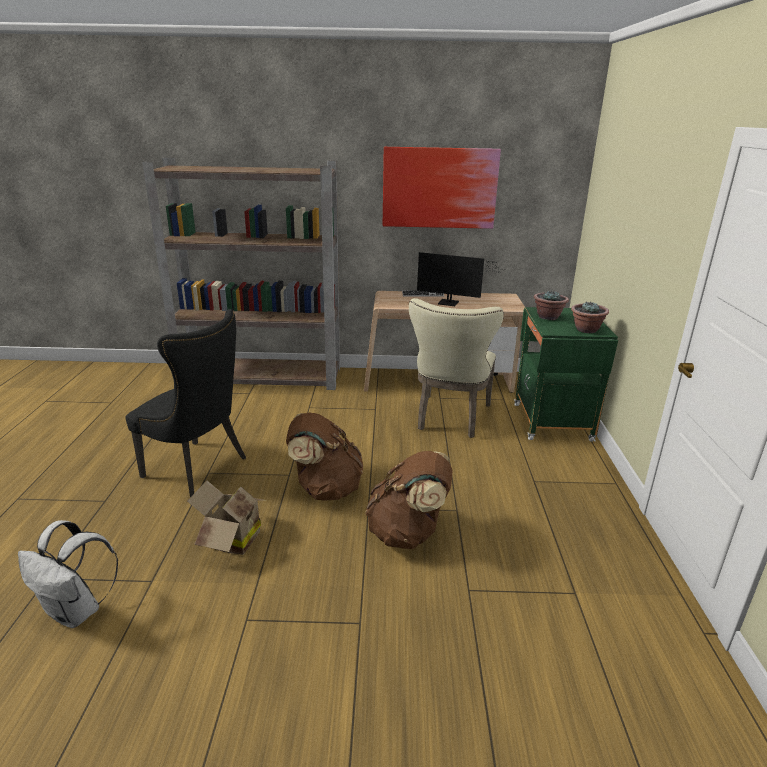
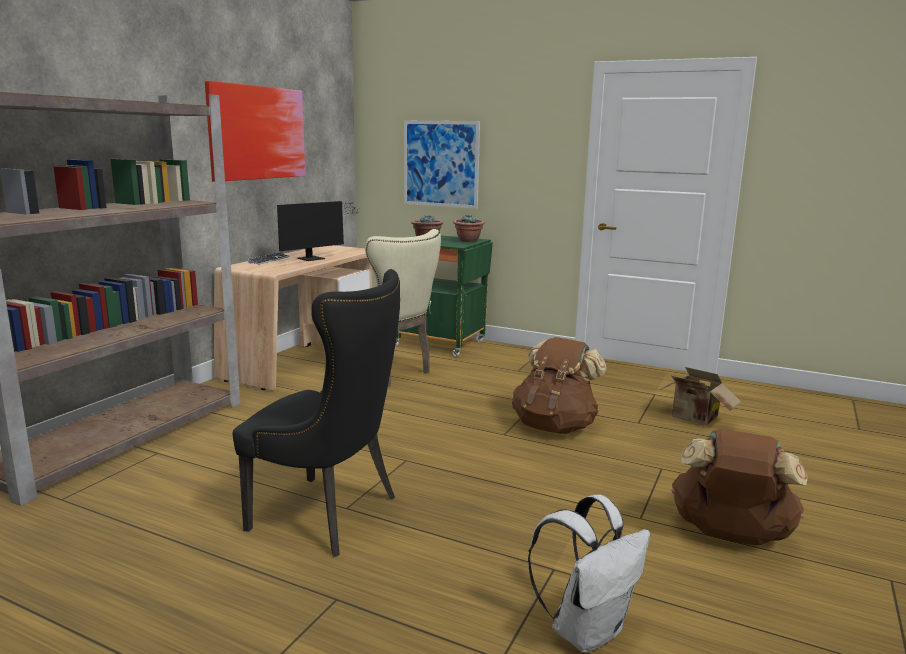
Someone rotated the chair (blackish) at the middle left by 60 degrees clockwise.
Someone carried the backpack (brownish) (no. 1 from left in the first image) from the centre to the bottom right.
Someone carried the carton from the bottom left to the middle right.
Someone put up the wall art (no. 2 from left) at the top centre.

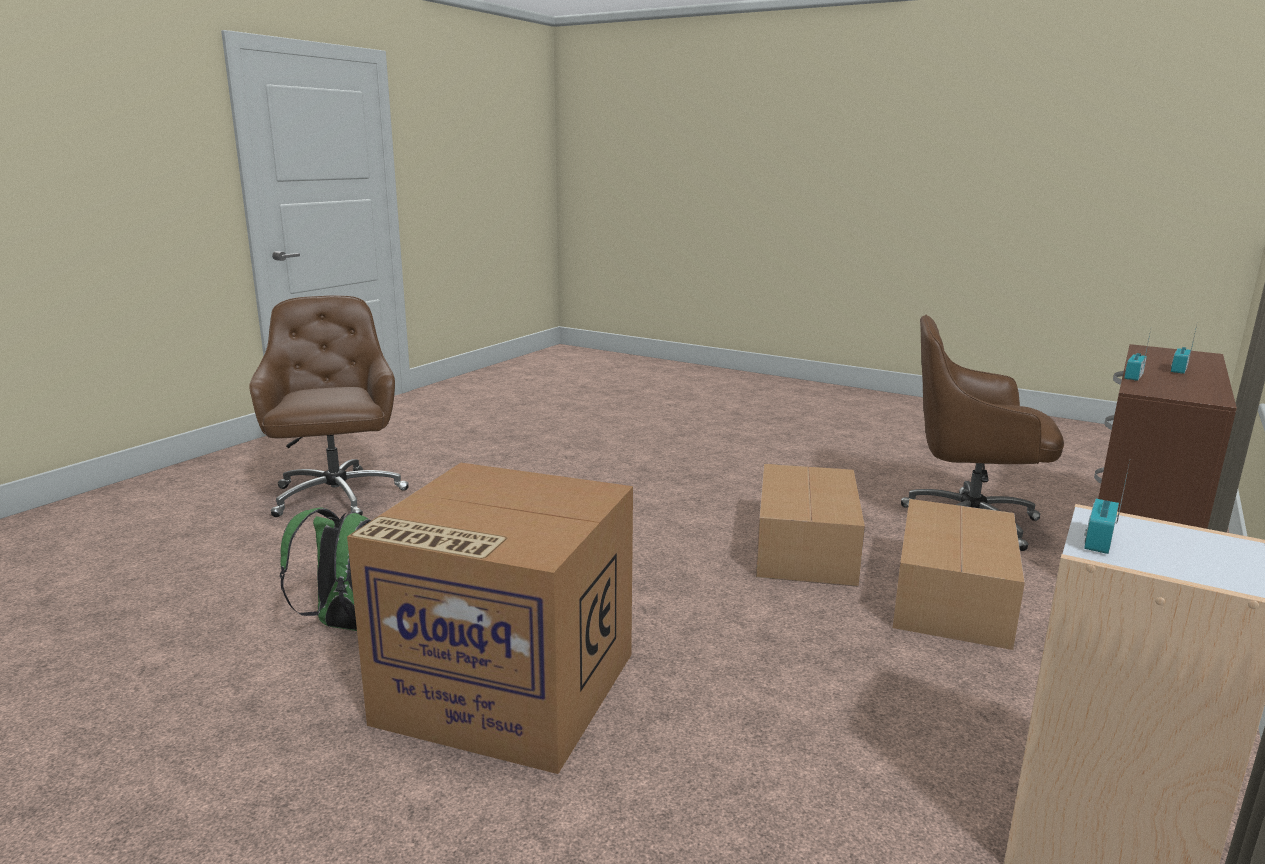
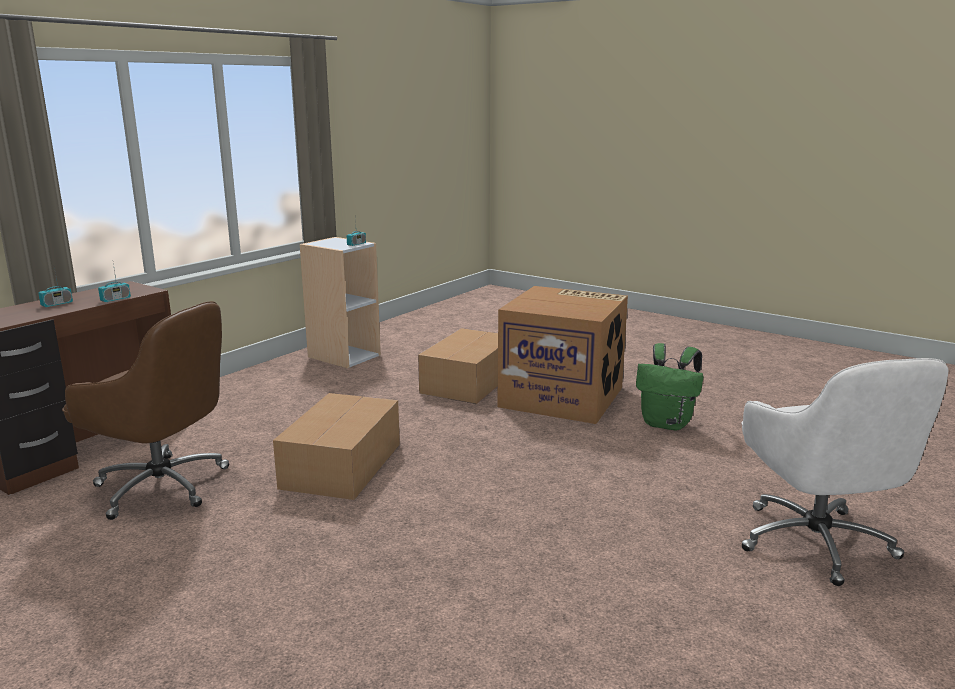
Someone repainted the office chair (brownish) (no. 1 from left) at the middle left, which became the office chair (whitish) at the bottom right.
Someone carried the carton (no. 3 from left in the first image) from the middle right to the centre.

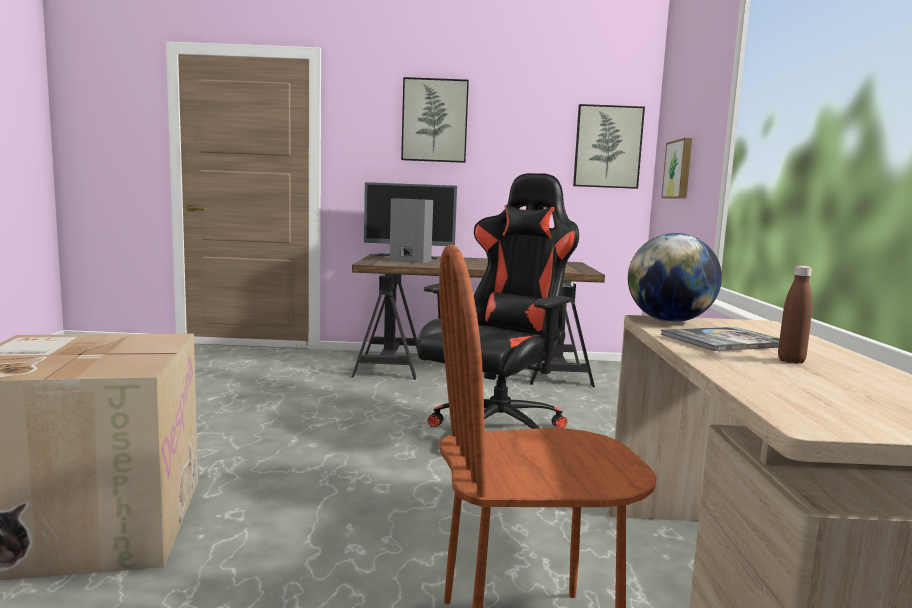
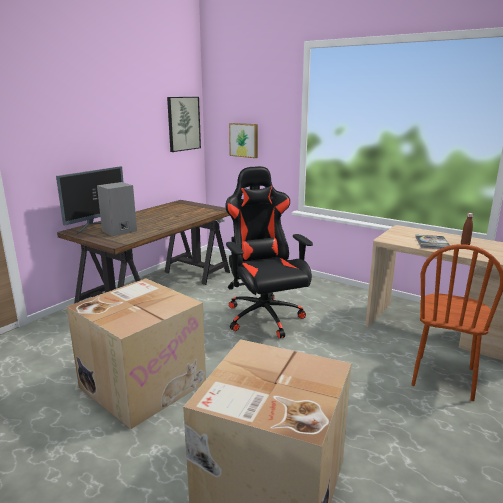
Someone took away the wall art (no. 1 from left) at the top centre.
Someone took away the world globe at the middle right.
Someone put down the carton (no. 1 from left) at the bottom left.

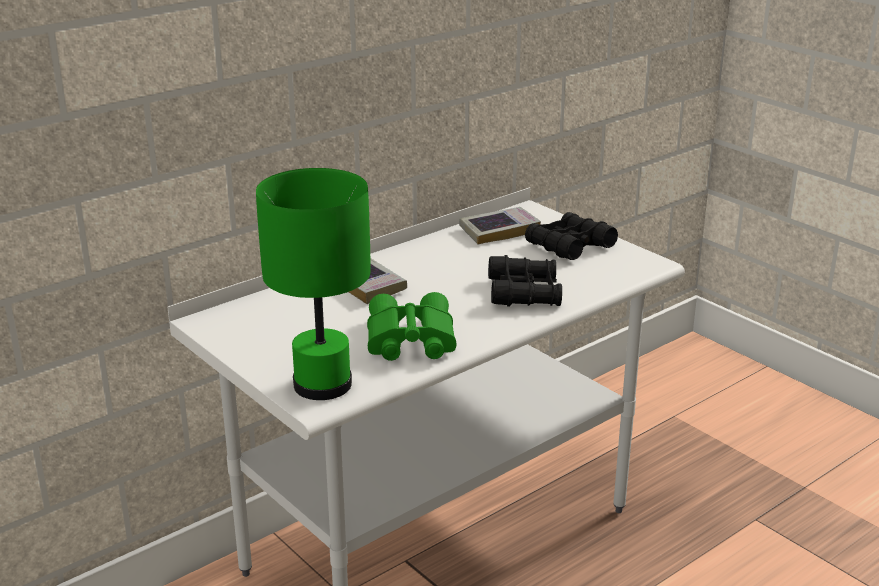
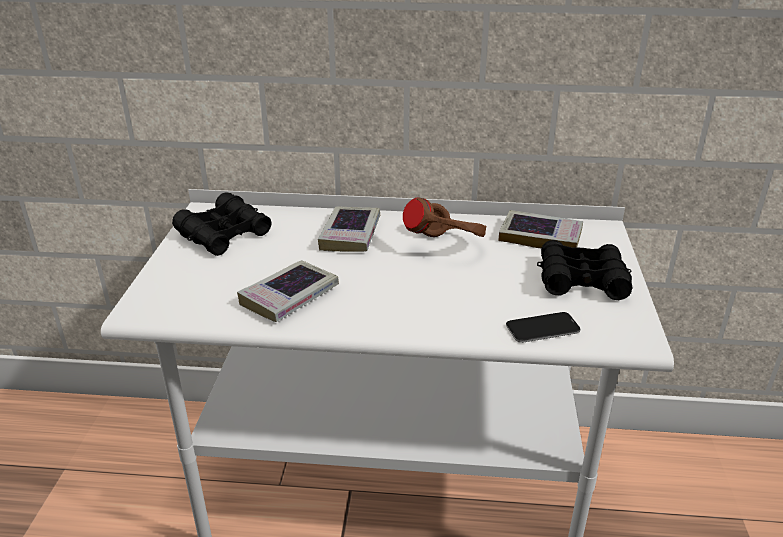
Someone took away the table lamp (greenish) at the centre.
Someone carried the binoculars (blackish) (no. 1 from left) from the centre to the middle left.
Someone swapped the binoculars (greenish) at the centre for the volume (no. 1 from left) at the centre.
Someone put down the pair of headphones (brownish) at the centre.
Someone put down the telephone at the middle right.

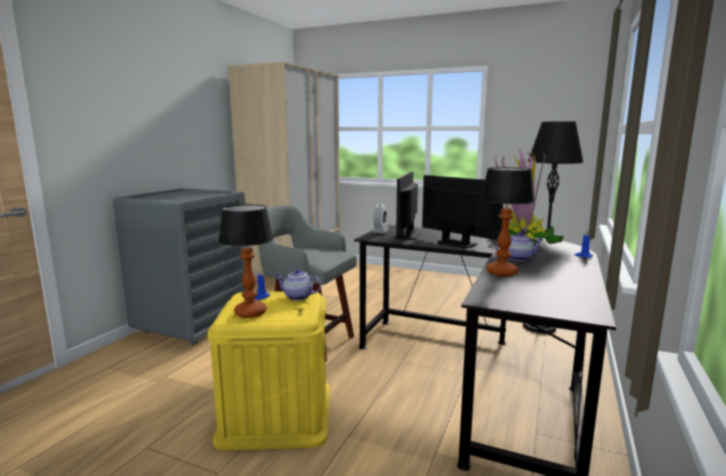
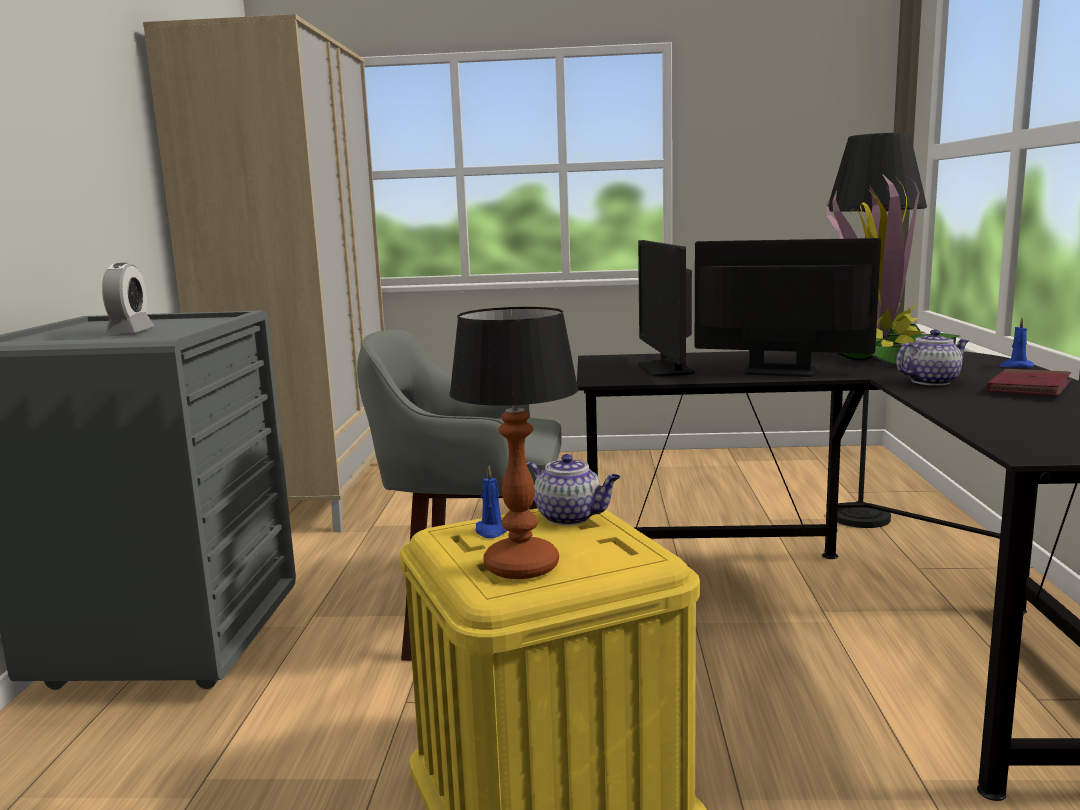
Someone took away the table lamp (no. 2 from left) at the middle right.
Someone carried the bedside clock from the centre to the middle left.
Someone rotated the tea pot (no. 1 from left) at the centre by 150 degrees counterclockwise.
Someone put down the volume (red) at the middle right.

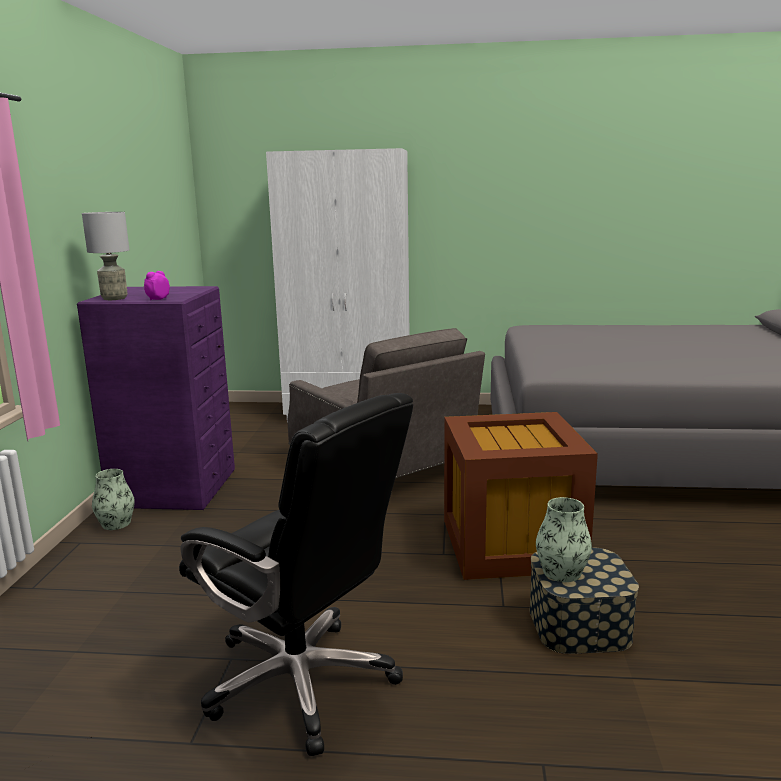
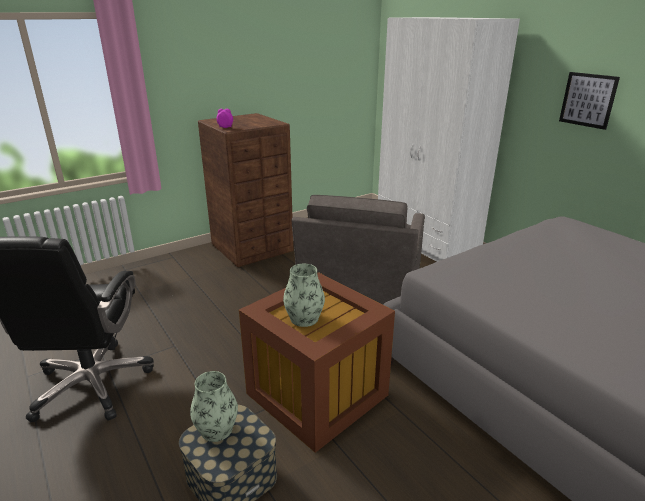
Someone took away the table lamp (grey) at the top left.
Someone repainted the chest of drawers (purplish) at the middle left, which became the chest of drawers (brownish) at the centre.
Someone carried the decorative vase (no. 1 from left in the first image) from the middle left to the centre.
Someone put up the wall art at the top right.

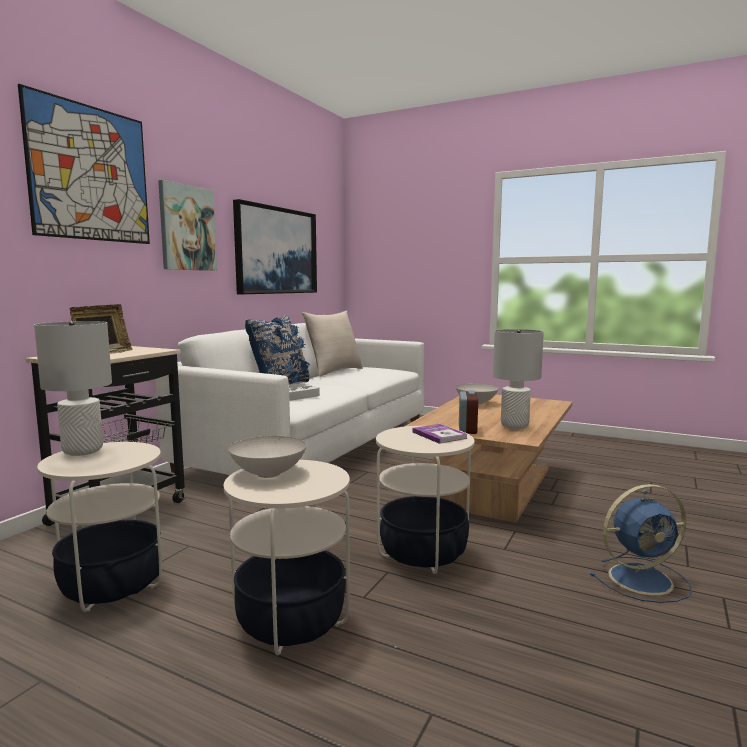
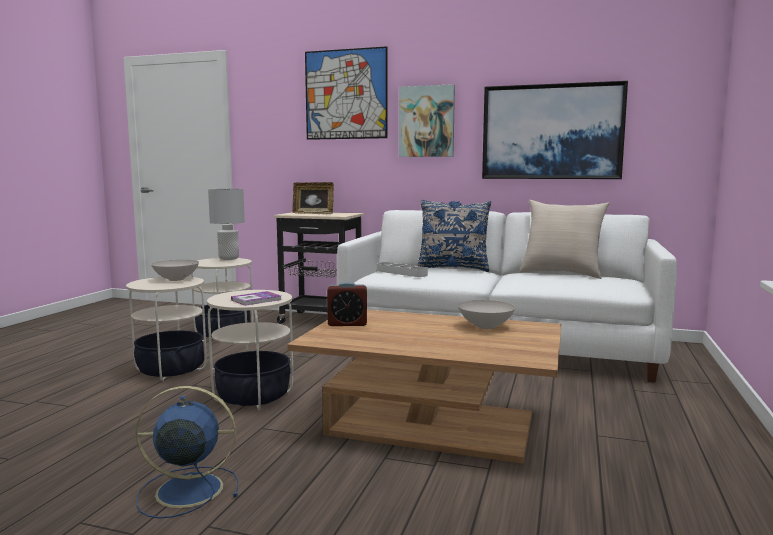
Someone took away the table lamp (grey) (no. 2 from left) at the middle right.
Someone rotated the cooling fan (bluish) at the bottom right by 105 degrees clockwise.

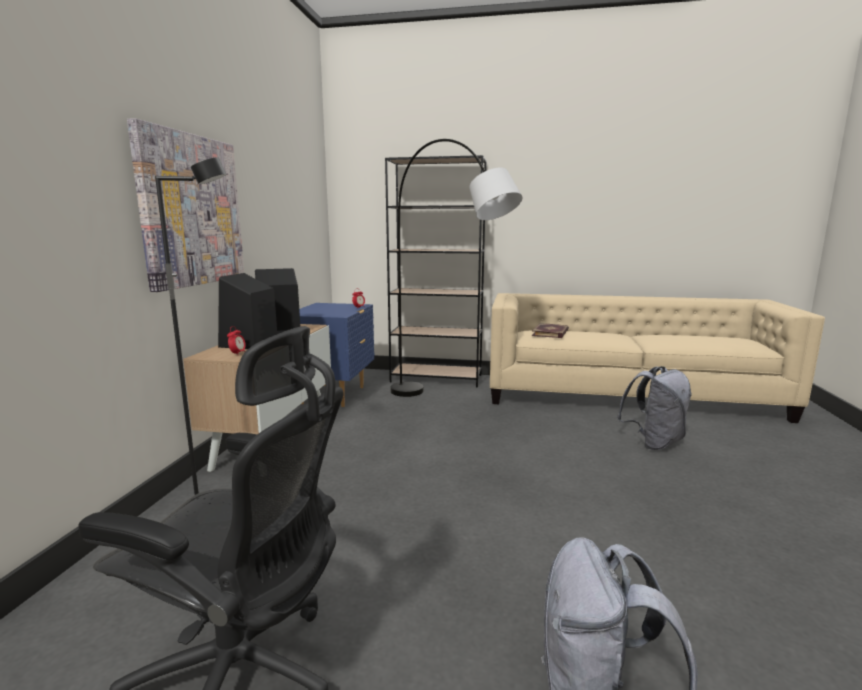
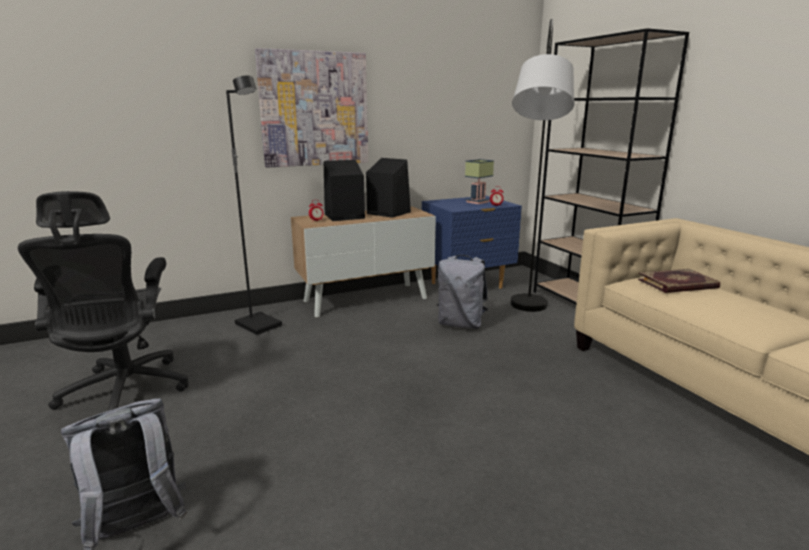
Someone carried the backpack (grey) (no. 2 from left) from the middle right to the centre.
Someone put down the table lamp at the top centre.

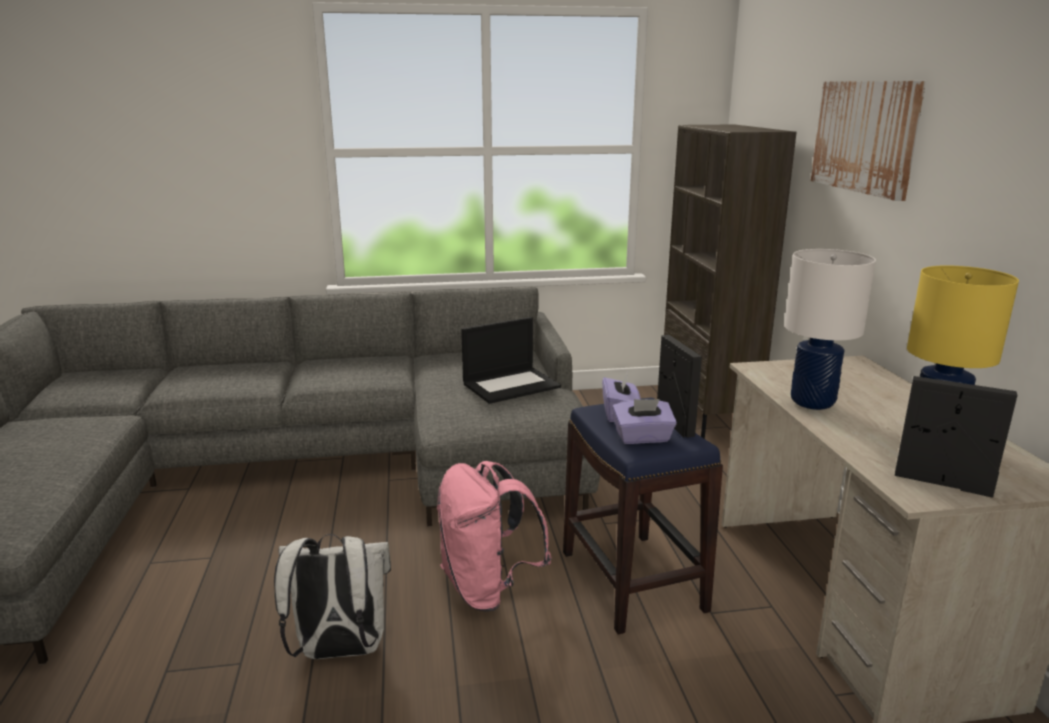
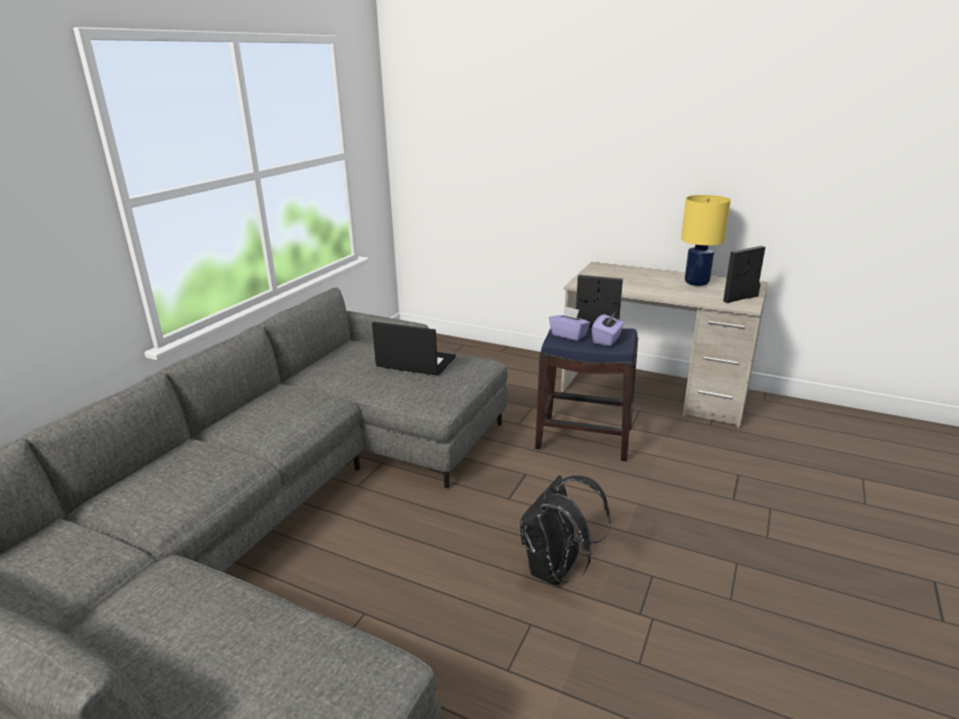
Someone took away the wall art at the top right.
Someone took away the shelving unit (brownish) at the middle right.
Someone took away the table lamp (whitish) at the middle right.
Someone rotated the notebook computer at the centre by 75 degrees counterclockwise.
Someone took away the backpack (pinkish) at the bottom centre.
Someone repainted the backpack (whitish) at the bottom left, which became the backpack (blackish) at the bottom centre.

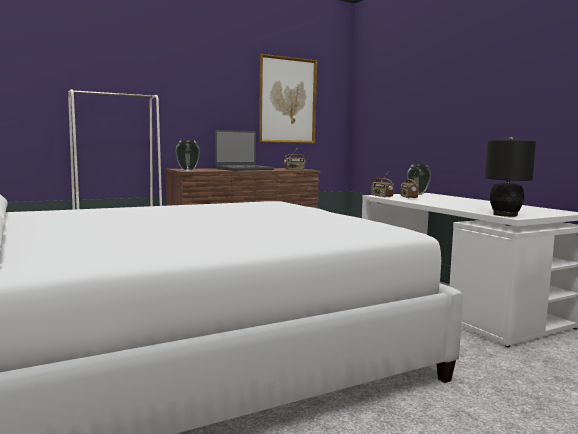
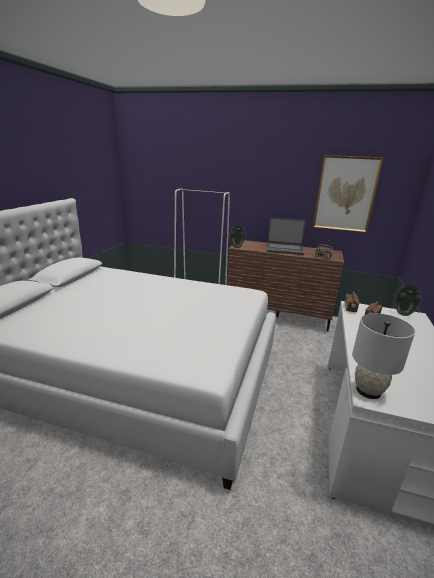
Someone repainted the table lamp (blackish) at the middle right, which became the table lamp (whitish) at the middle right.

